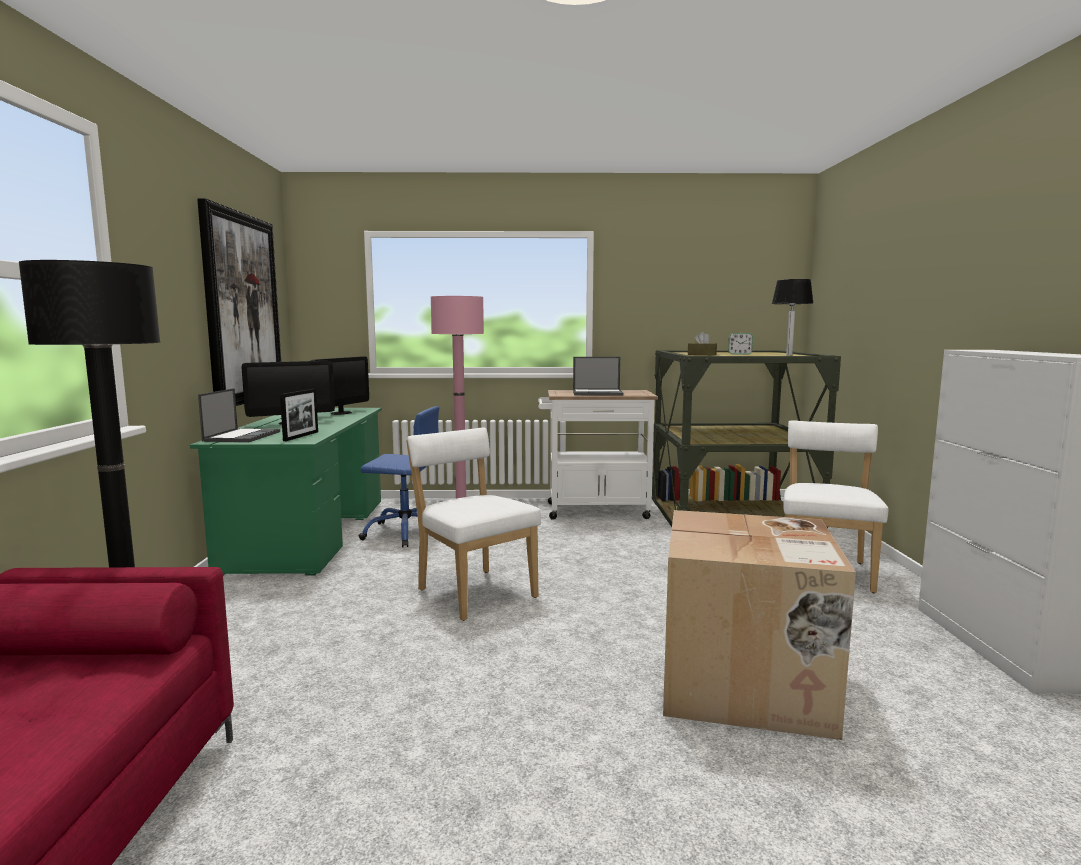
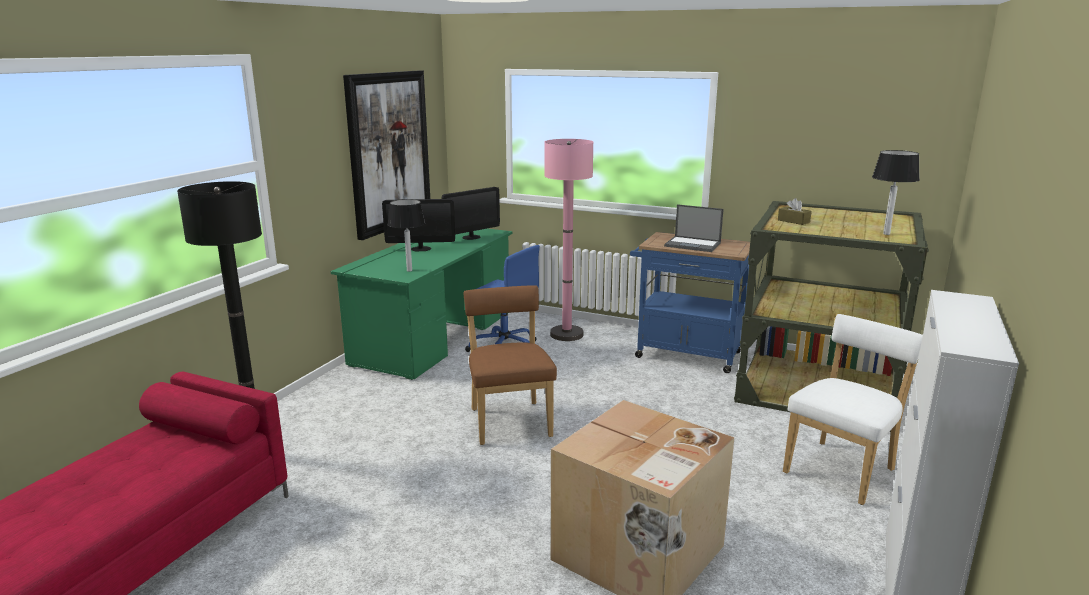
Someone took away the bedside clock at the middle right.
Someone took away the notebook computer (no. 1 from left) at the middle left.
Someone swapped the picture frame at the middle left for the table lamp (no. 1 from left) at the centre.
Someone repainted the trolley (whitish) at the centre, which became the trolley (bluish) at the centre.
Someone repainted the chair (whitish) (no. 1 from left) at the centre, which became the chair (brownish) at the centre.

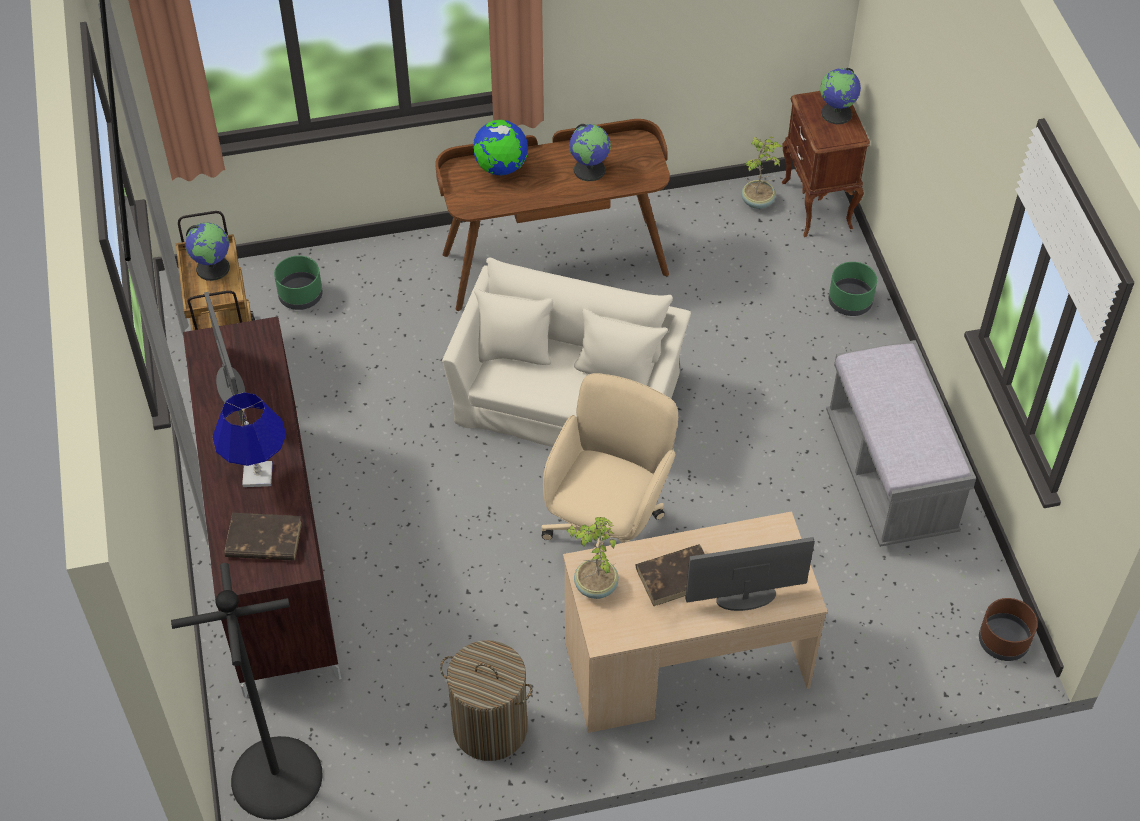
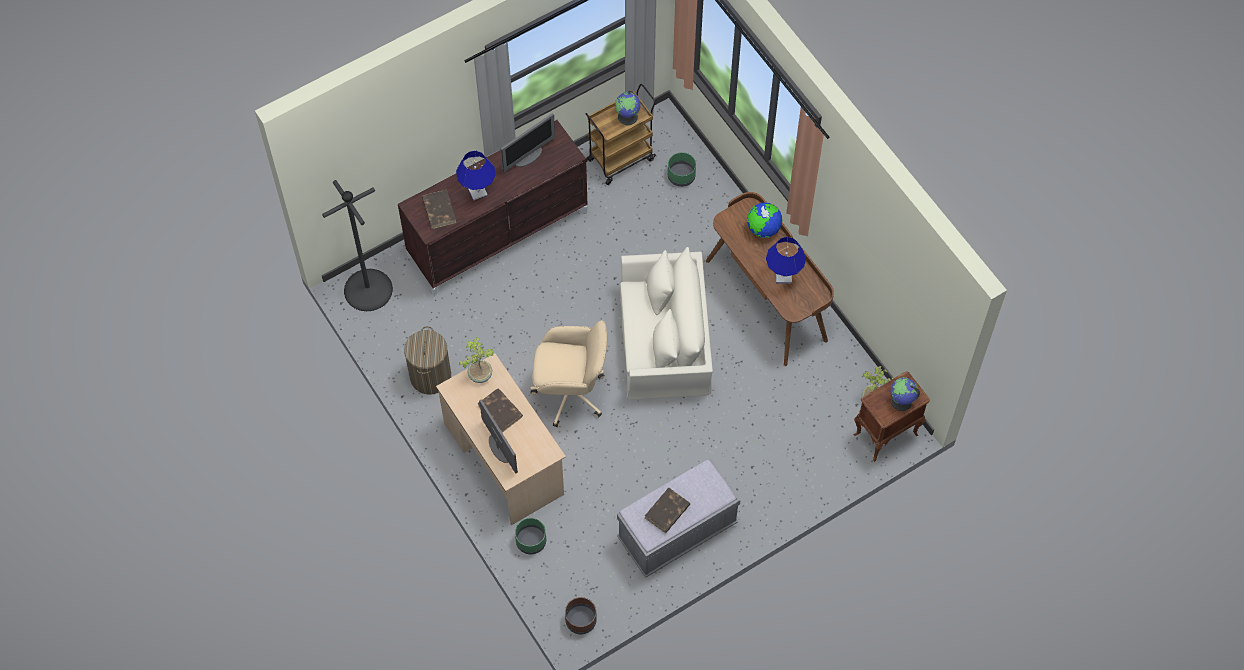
Someone swapped the world globe (no. 3 from left) at the top centre for the table lamp (bluish) (no. 2 from left) at the centre.
Someone carried the plant pot (greenish) (no. 2 from left in the first image) from the middle right to the bottom centre.
Someone put down the volume (brownish) (no. 3 from left) at the bottom centre.

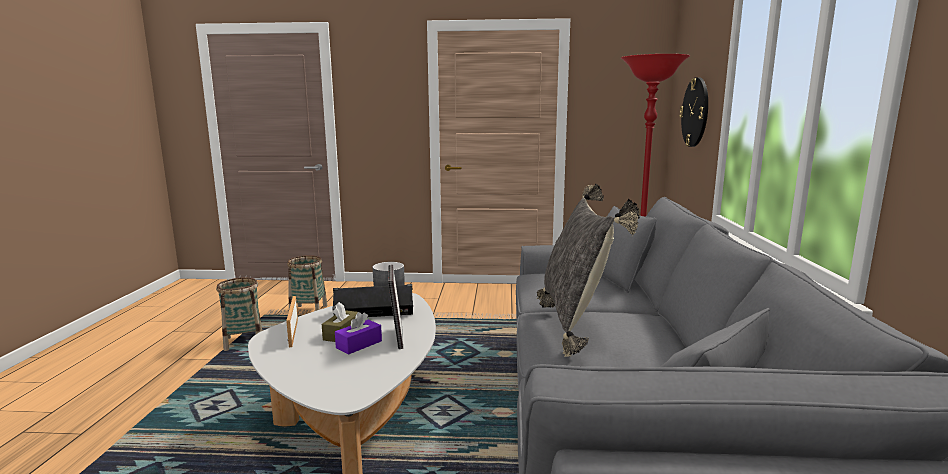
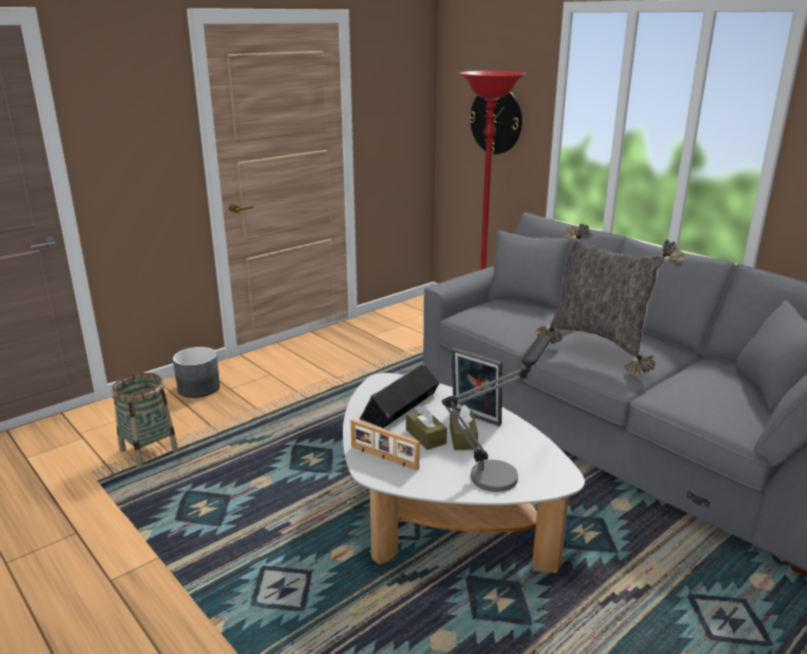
Someone took away the basket (no. 1 from left) at the middle left.
Someone repainted the box of tissues (purplish) at the bottom centre, which became the box of tissues (brownish) (no. 2 from left) at the centre.
Someone put down the table lamp at the centre.

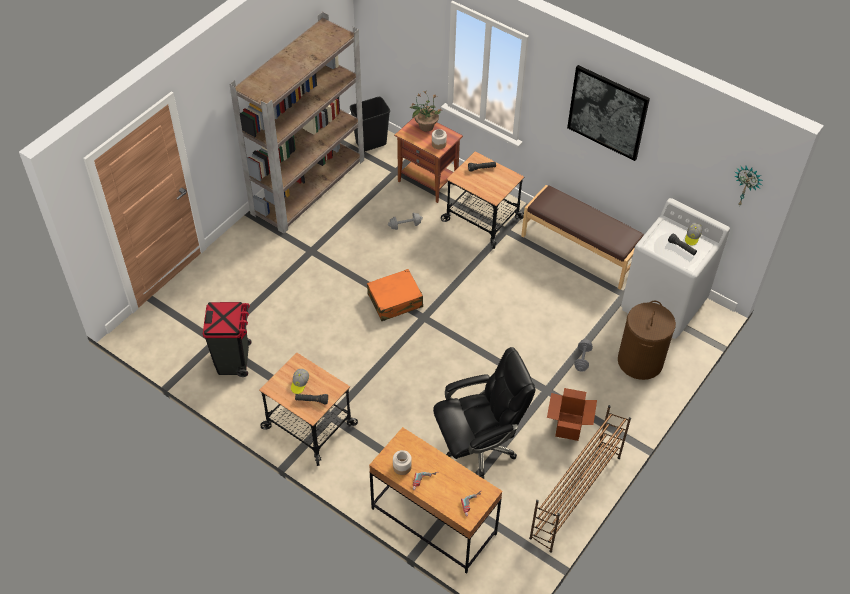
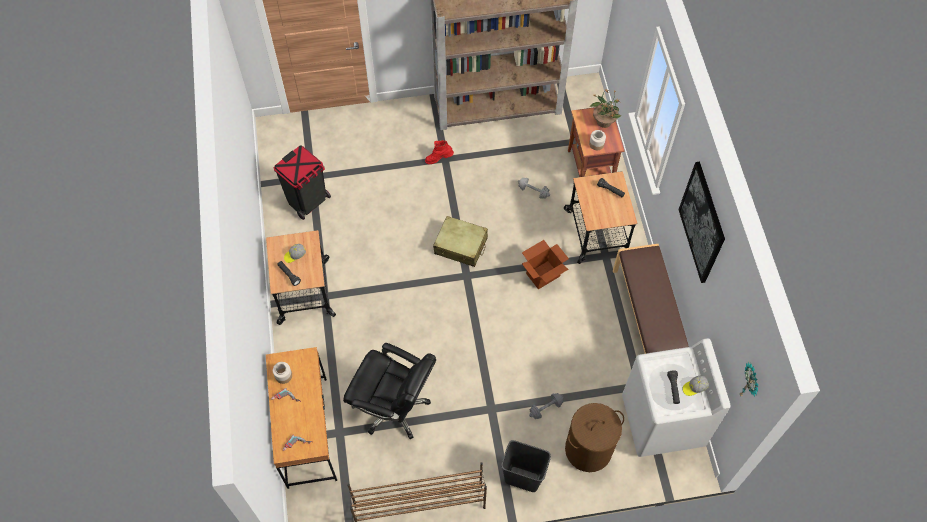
Someone carried the rubbish bin (blackish) (no. 2 from left) from the top centre to the bottom centre.
Someone repainted the suitcase (orange) at the centre, which became the suitcase (beige) at the centre.
Someone carried the carton from the bottom right to the centre.
Someone put down the boot (red) at the top centre.

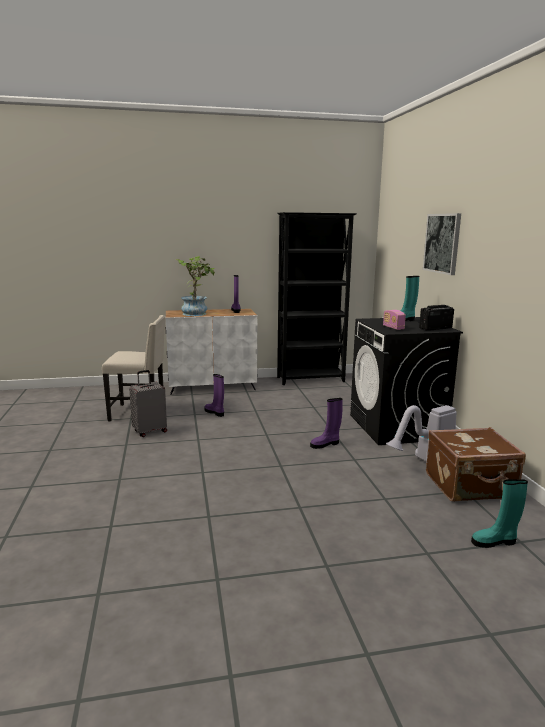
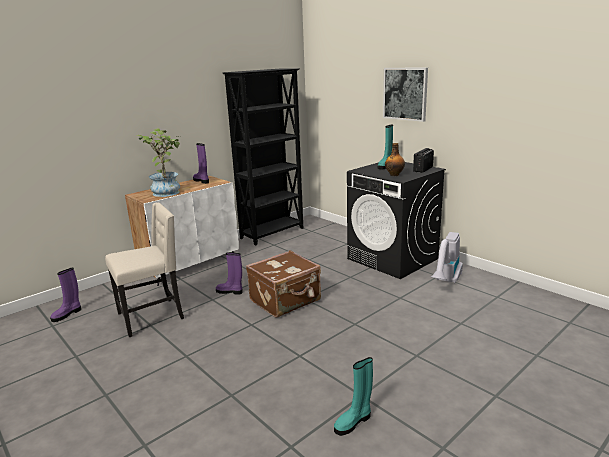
Someone swapped the radio receiver (no. 1 from left) at the middle right for the bottle at the centre.
Someone took away the suitcase (grey) at the middle left.
Someone carried the boot (purplish) (no. 3 from left in the first image) from the centre to the middle left.
Someone carried the suitcase (brownish) from the middle right to the centre.
Someone carried the boot (blue-green) (no. 2 from left in the first image) from the bottom right to the bottom centre.

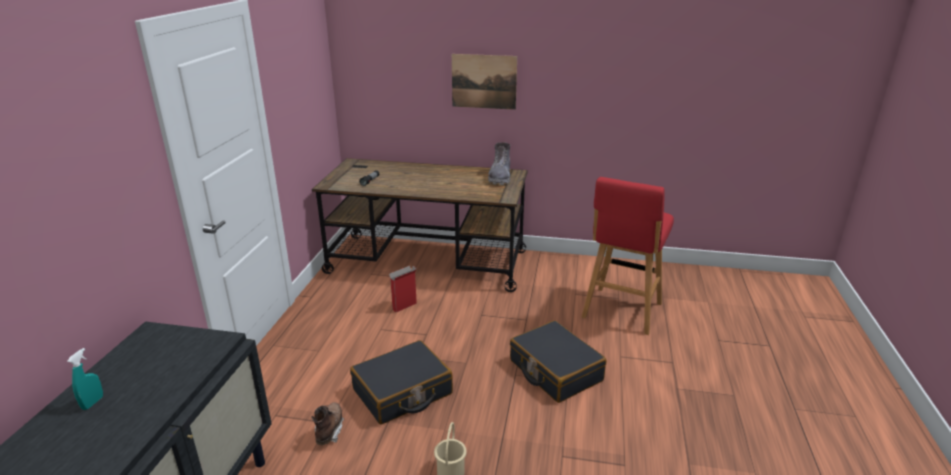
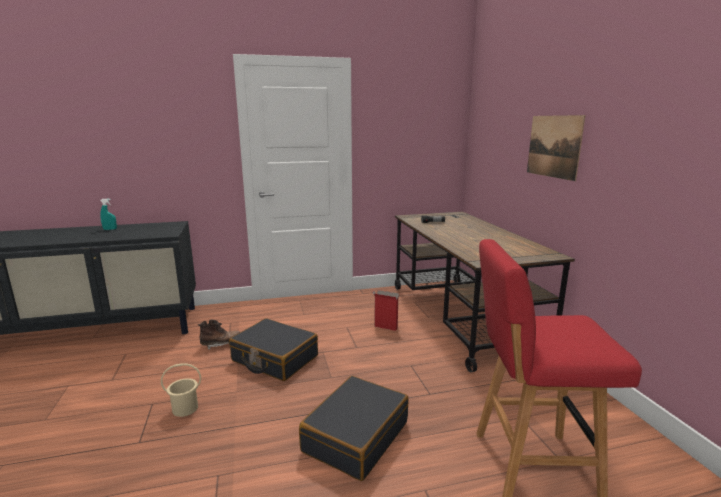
Someone took away the boot (grey) at the centre.

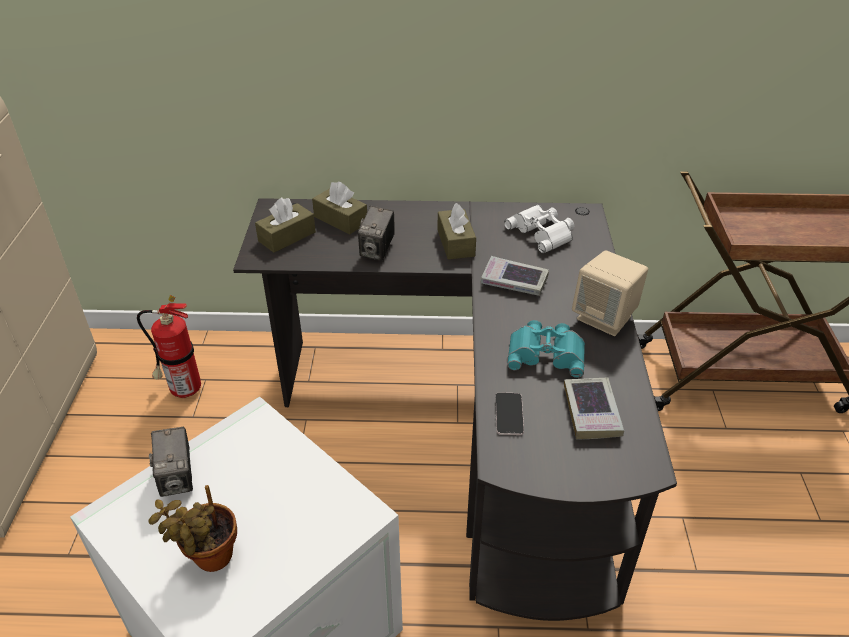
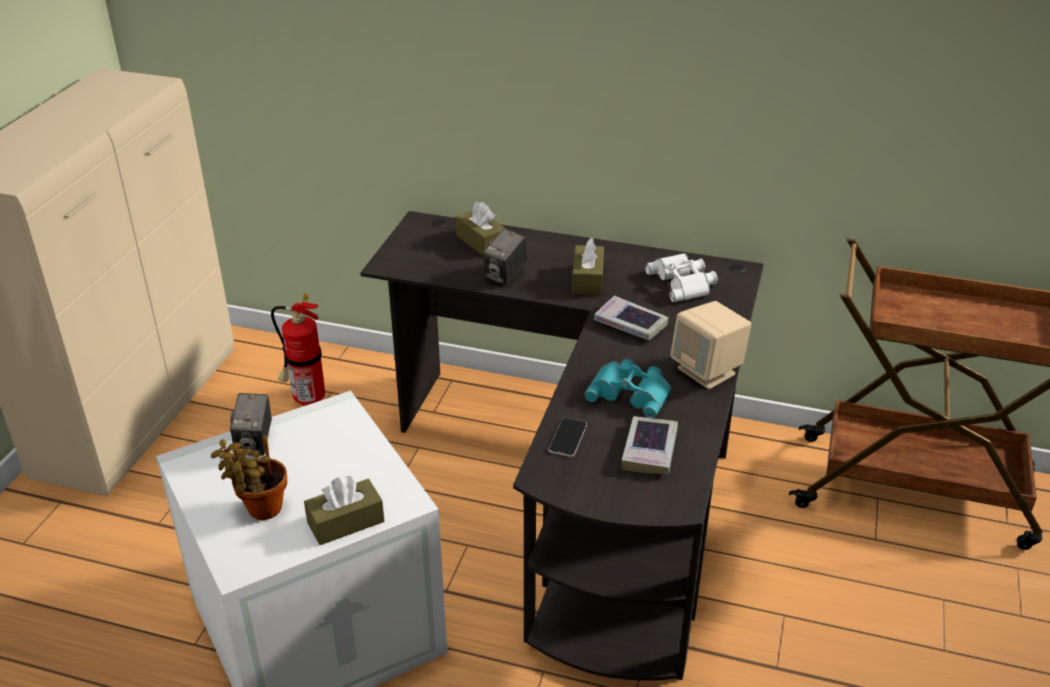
Someone carried the box of tissues (brownish) (no. 1 from left) from the centre to the bottom left.

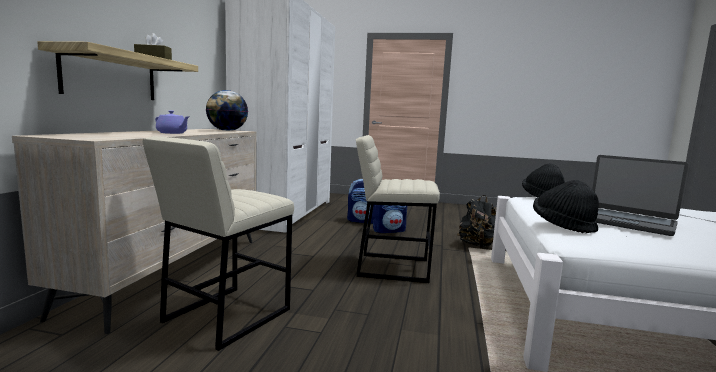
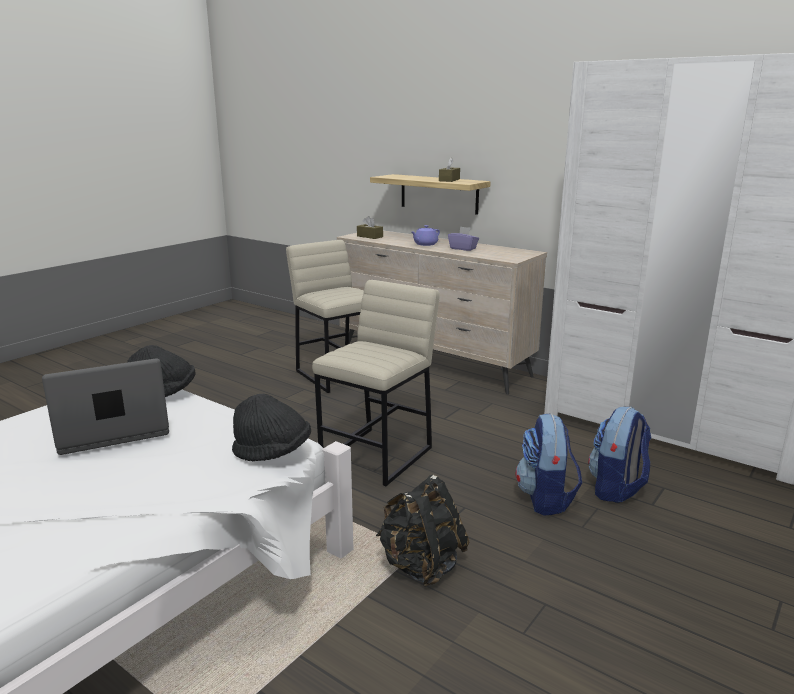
Someone took away the world globe at the top left.
Someone put down the box of tissues (brownish) (no. 1 from left) at the top centre.
Someone put down the box of tissues (purplish) at the centre.

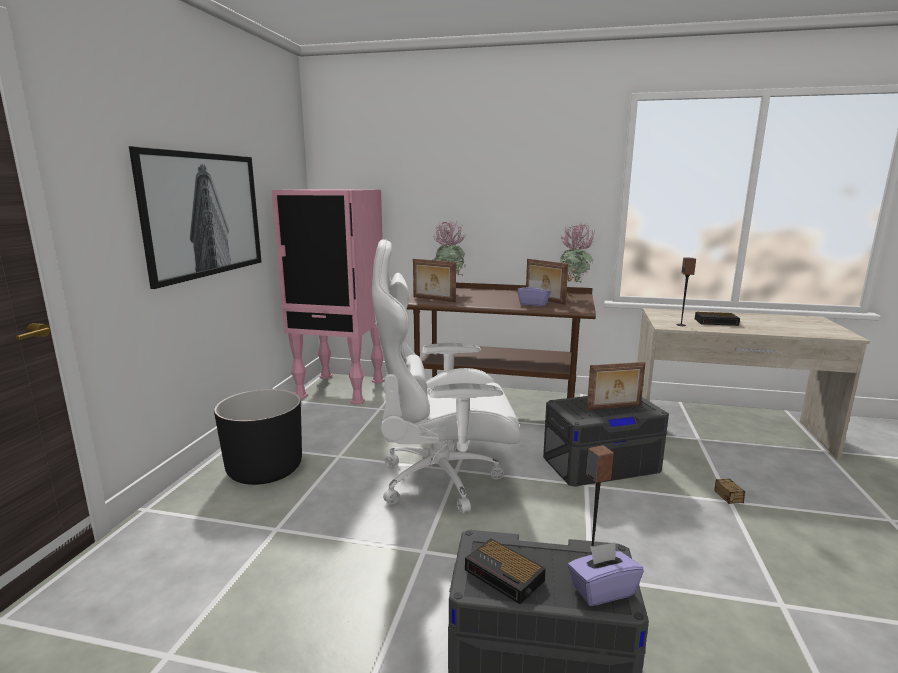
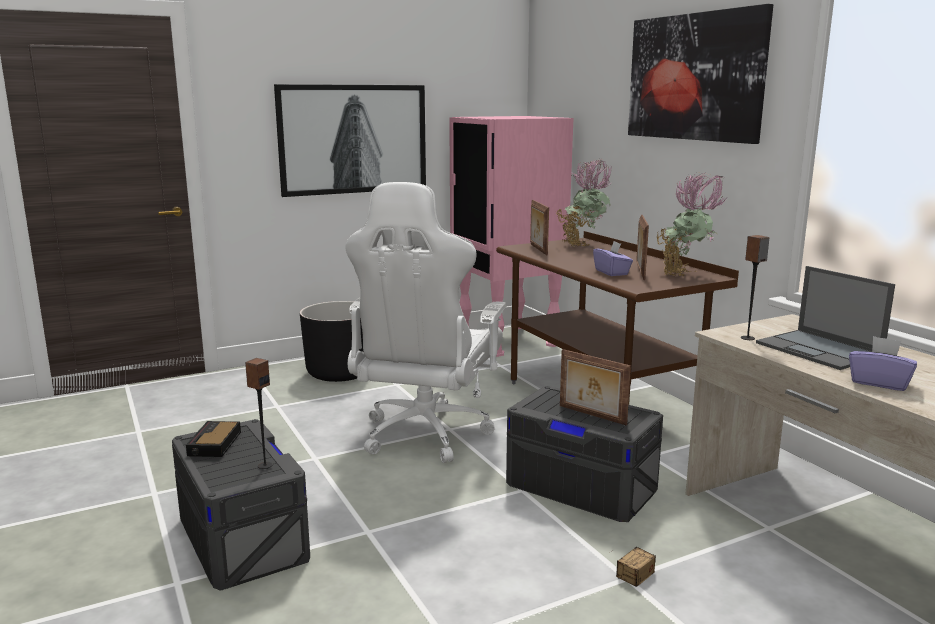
Someone rotated the office chair (whitish) at the centre by 120 degrees counterclockwise.
Someone swapped the bedside clock (no. 2 from left) at the middle right for the notebook computer at the middle right.
Someone carried the box of tissues (purplish) (no. 2 from left) from the bottom right to the middle right.
Someone put up the wall art (no. 2 from left) at the top right.

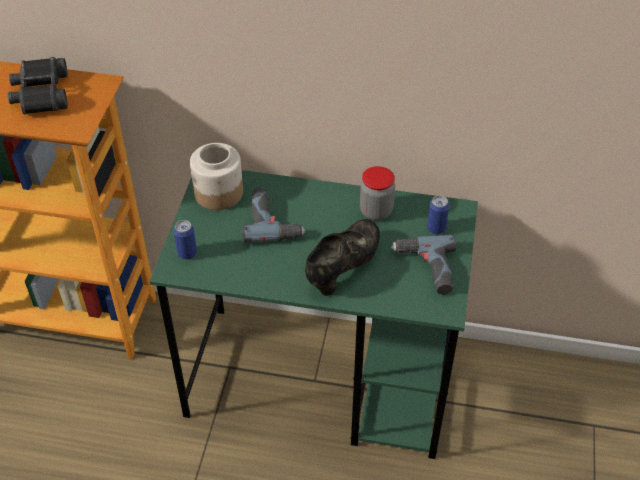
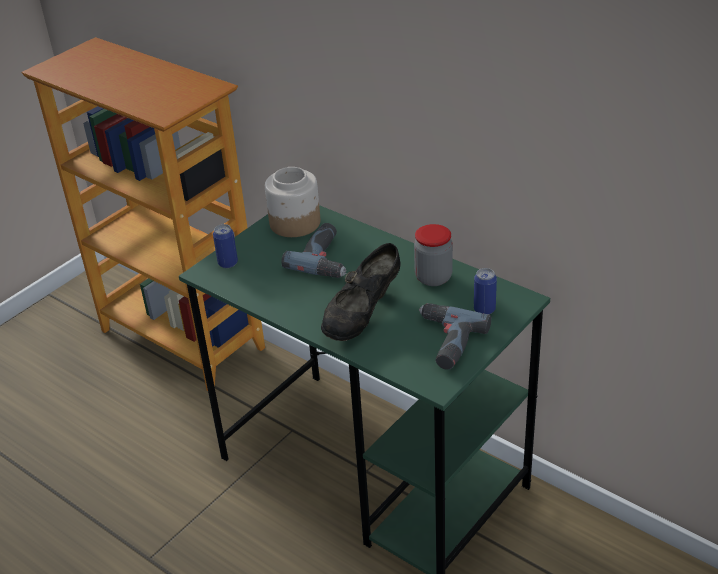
Someone took away the binoculars (blackish) at the top left.
Someone rotated the shoe (blackish) at the centre by 150 degrees clockwise.

